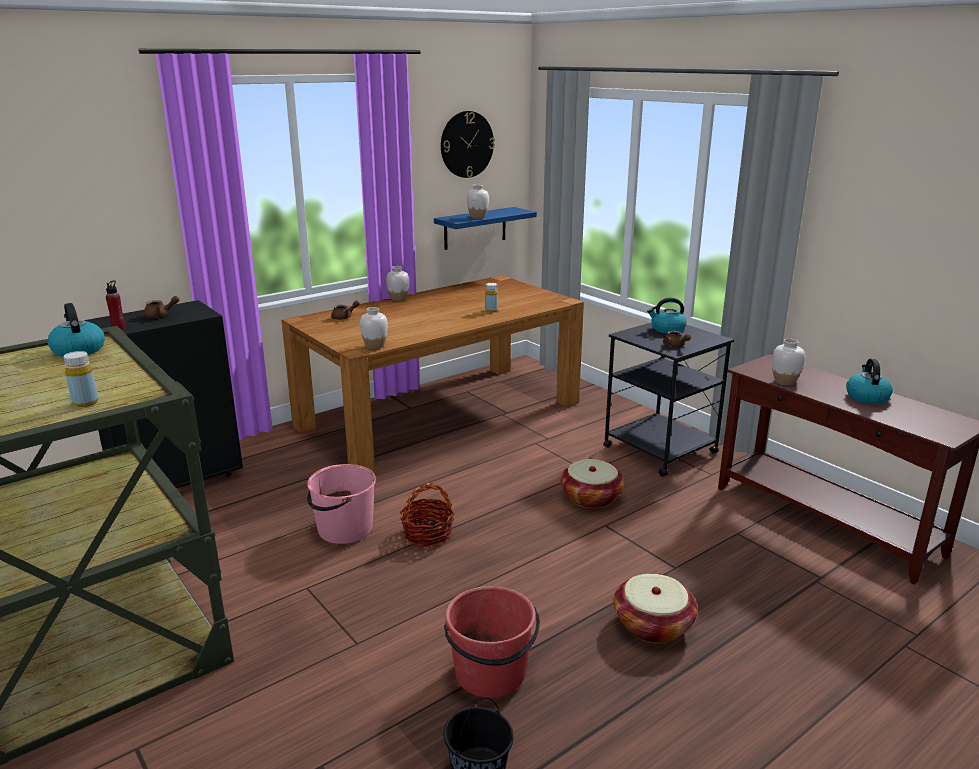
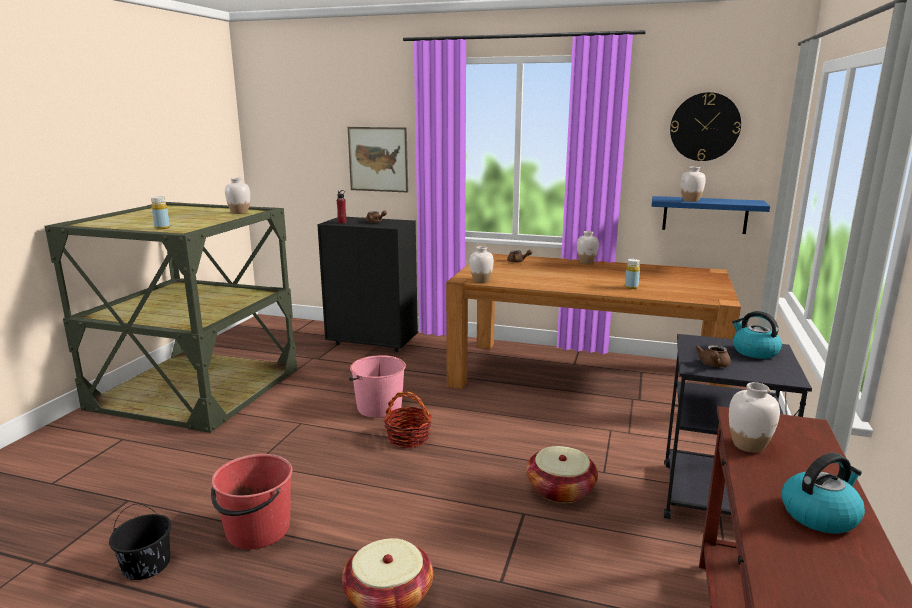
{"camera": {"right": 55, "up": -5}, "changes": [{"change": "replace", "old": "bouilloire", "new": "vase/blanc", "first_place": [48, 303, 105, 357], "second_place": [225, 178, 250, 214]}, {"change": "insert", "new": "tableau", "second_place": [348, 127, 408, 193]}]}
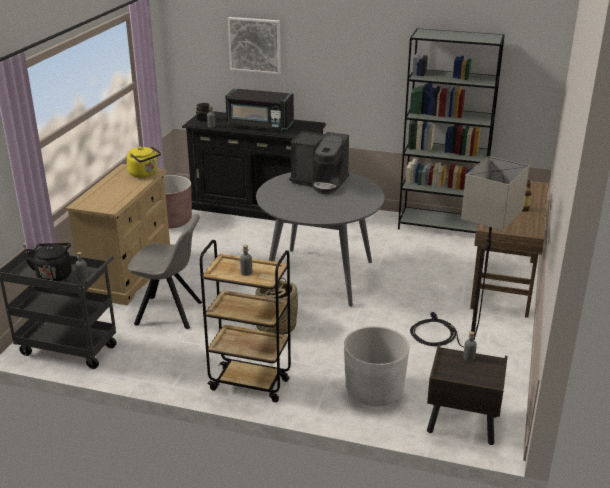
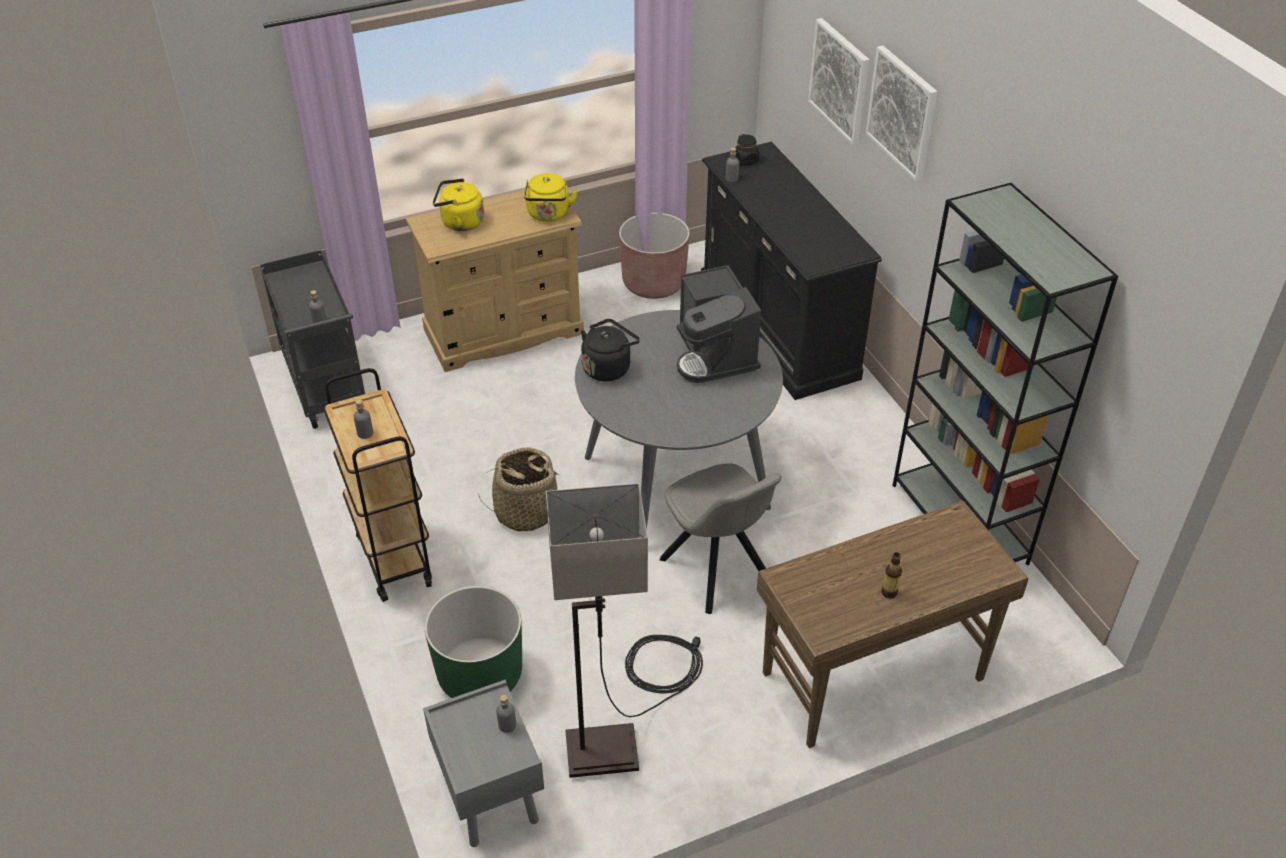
{"camera": {"right": 50, "up": 15}, "changes": [{"change": "recolor", "old": "table de chevet/marron", "new": "table de chevet/gris", "first_place": [427, 344, 508, 445], "second_place": [423, 679, 544, 847]}, {"change": "recolor", "old": "cache-pot/blanc", "new": "cache-pot/vert", "first_place": [344, 326, 409, 406], "second_place": [425, 586, 522, 698]}, {"change": "insert", "new": "bouilloire/jaune", "second_place": [433, 178, 484, 231]}, {"change": "move", "old": "bouilloire/noir", "first_place": [26, 243, 72, 282], "second_place": [581, 319, 640, 381]}, {"change": "move", "old": "chaise/gris", "first_place": [128, 214, 202, 329], "second_place": [660, 464, 782, 614]}, {"change": "insert", "new": "tableau", "second_place": [865, 46, 937, 182]}, {"change": "delete", "old": "micro-ondes/noir", "first_place": [225, 88, 294, 130]}]}
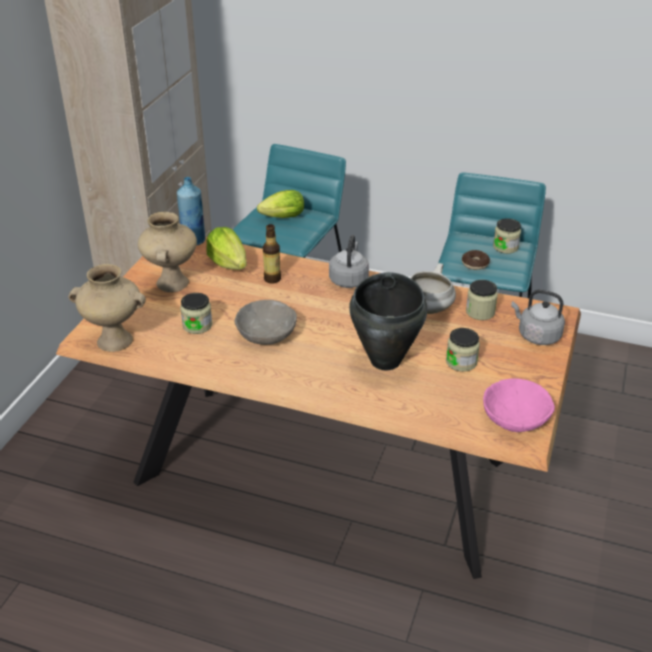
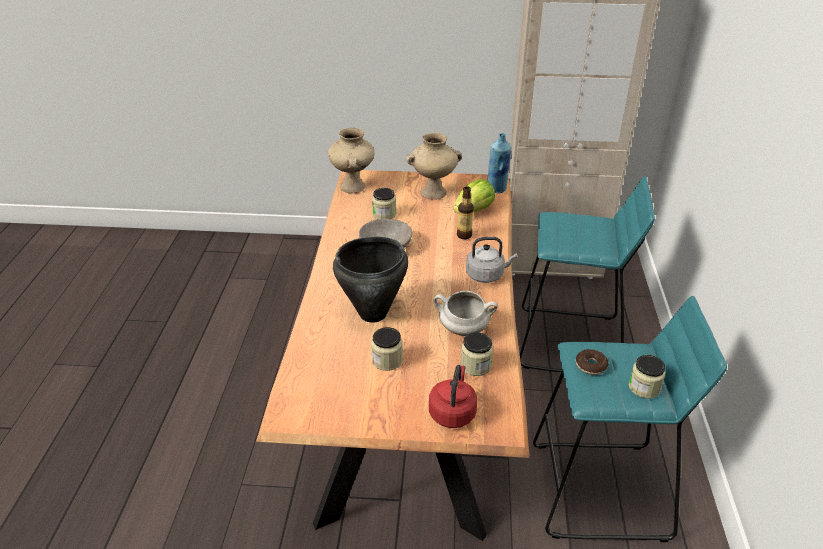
{"camera": {"right": 75, "up": 0}, "changes": [{"change": "recolor", "old": "bouilloire/gris", "new": "bouilloire/rouge", "first_place": [511, 289, 565, 345], "second_place": [429, 365, 477, 428]}, {"change": "delete", "old": "laitue", "first_place": [257, 190, 304, 218]}, {"change": "delete", "old": "bol/rose", "first_place": [483, 378, 555, 432]}]}
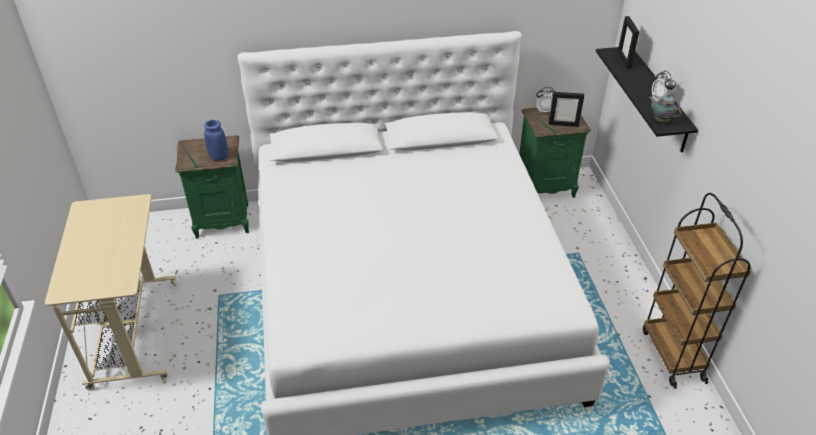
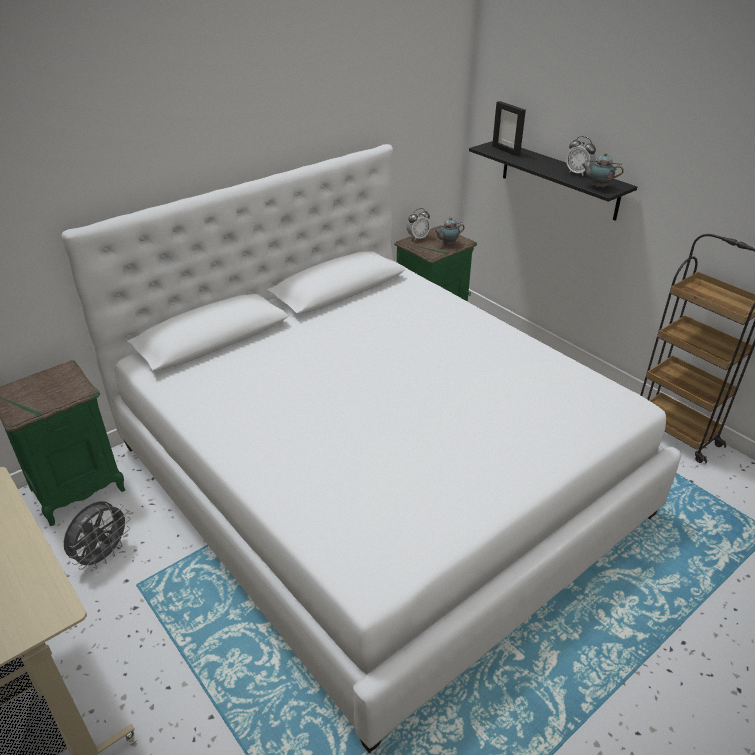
{"camera": {"right": -30, "up": -5}, "changes": [{"change": "insert", "new": "ventilateur/gris", "second_place": [64, 501, 130, 570]}, {"change": "replace", "old": "cadre photo", "new": "théière", "first_place": [549, 92, 584, 127], "second_place": [434, 217, 465, 245]}, {"change": "delete", "old": "vase/bleu", "first_place": [204, 120, 228, 161]}]}
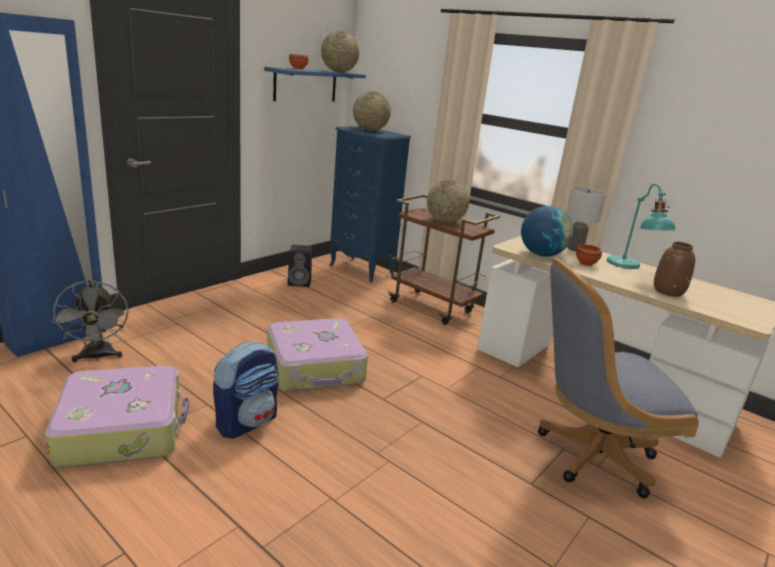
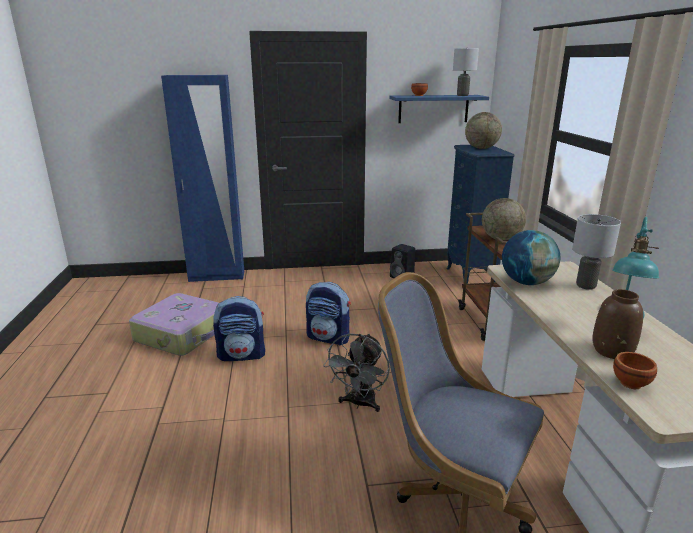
{"camera": {"right": 45, "up": 0}, "changes": [{"change": "replace", "old": "valise", "new": "sac à dos", "first_place": [267, 318, 368, 392], "second_place": [306, 282, 351, 346]}, {"change": "move", "old": "ventilateur/gris", "first_place": [52, 280, 128, 362], "second_place": [323, 333, 390, 412]}, {"change": "replace", "old": "globe", "new": "lampe de table/blanc", "first_place": [321, 31, 360, 72], "second_place": [453, 48, 479, 96]}, {"change": "move", "old": "bol/marron", "first_place": [576, 244, 602, 266], "second_place": [613, 352, 657, 389]}]}
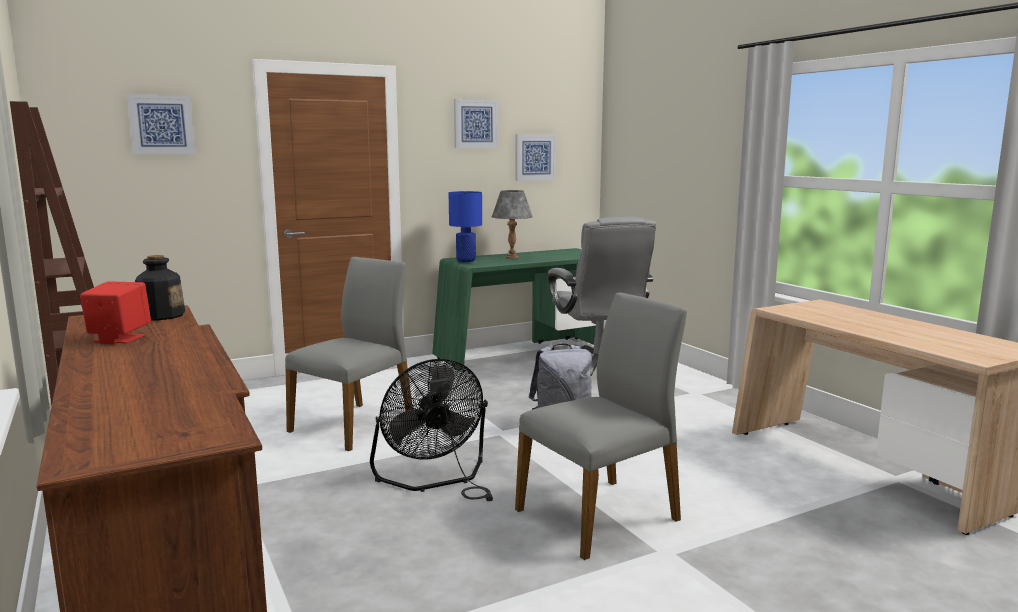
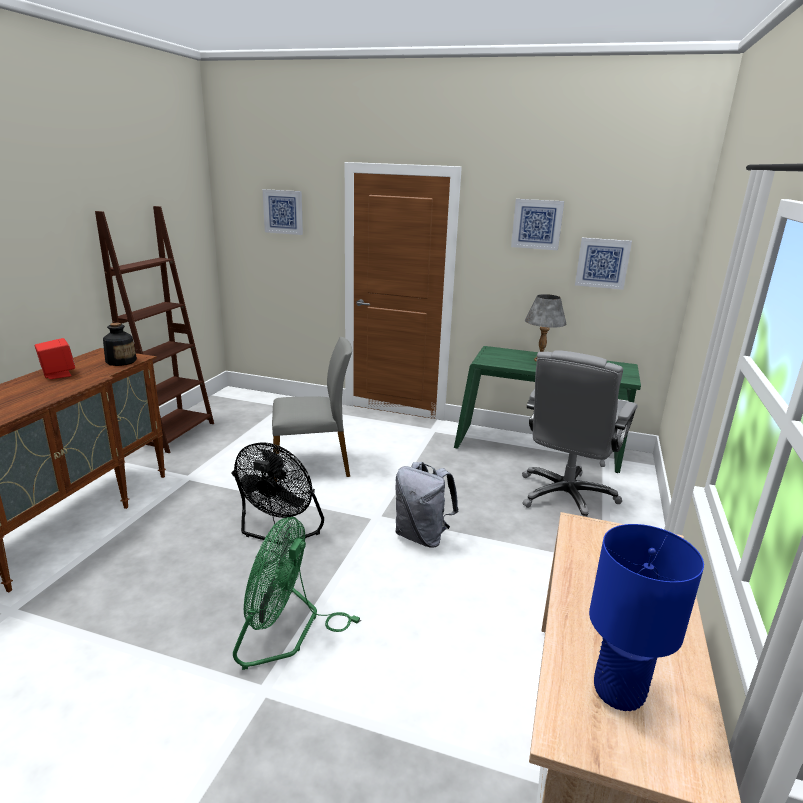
{"camera": {"right": 45, "up": 10}, "changes": [{"change": "replace", "old": "chaise/gris", "new": "ventilateur/vert", "first_place": [515, 293, 687, 560], "second_place": [233, 517, 360, 670]}, {"change": "move", "old": "lampe de table/bleu", "first_place": [449, 191, 482, 262], "second_place": [589, 524, 704, 711]}]}
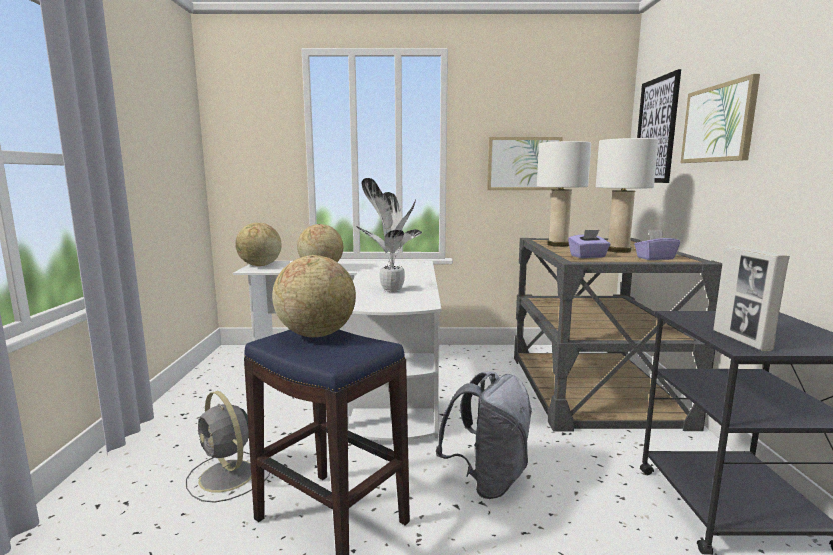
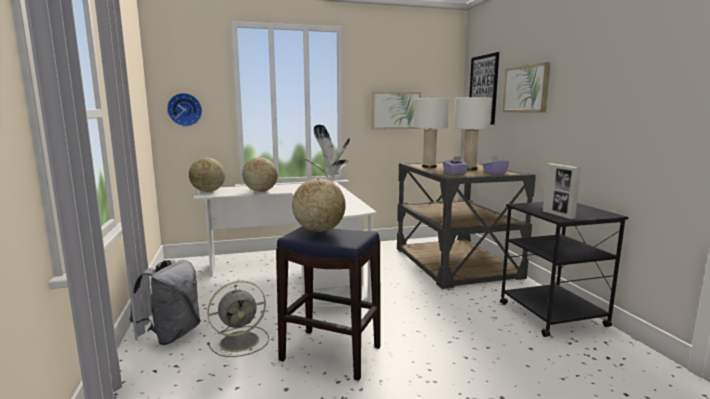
{"camera": {"right": -15, "up": 0}, "changes": [{"change": "move", "old": "sac à dos/gris", "first_place": [436, 371, 532, 499], "second_place": [129, 260, 201, 345]}, {"change": "insert", "new": "horloge murale", "second_place": [167, 93, 202, 127]}, {"change": "rotate", "old": "ventilateur/gris", "first_place": [186, 391, 270, 503], "second_place": [207, 281, 269, 357], "degrees": -60}]}
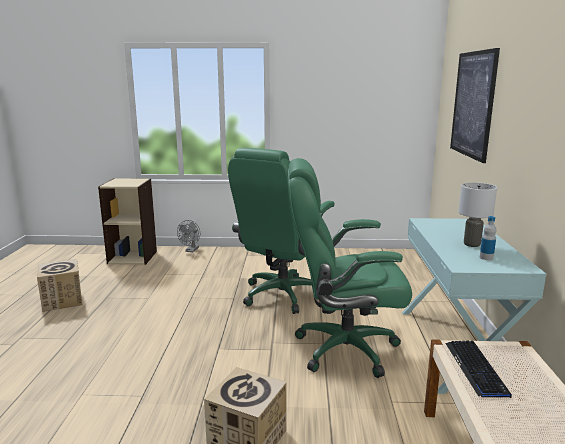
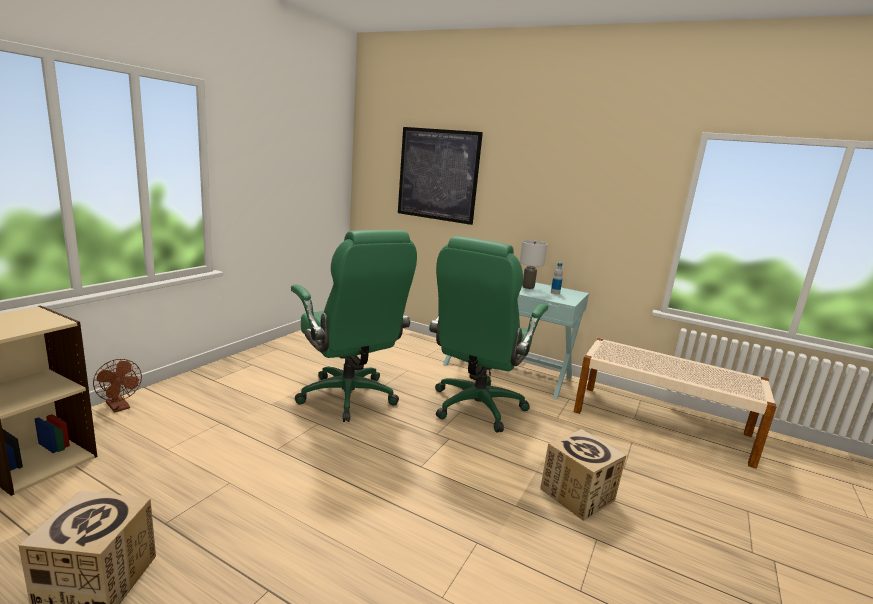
{"camera": {"right": -65, "up": 0}, "changes": [{"change": "recolor", "old": "ventilateur/gris", "new": "ventilateur/marron", "first_place": [177, 220, 200, 252], "second_place": [93, 359, 142, 413]}, {"change": "delete", "old": "clavier", "first_place": [445, 341, 512, 398]}]}
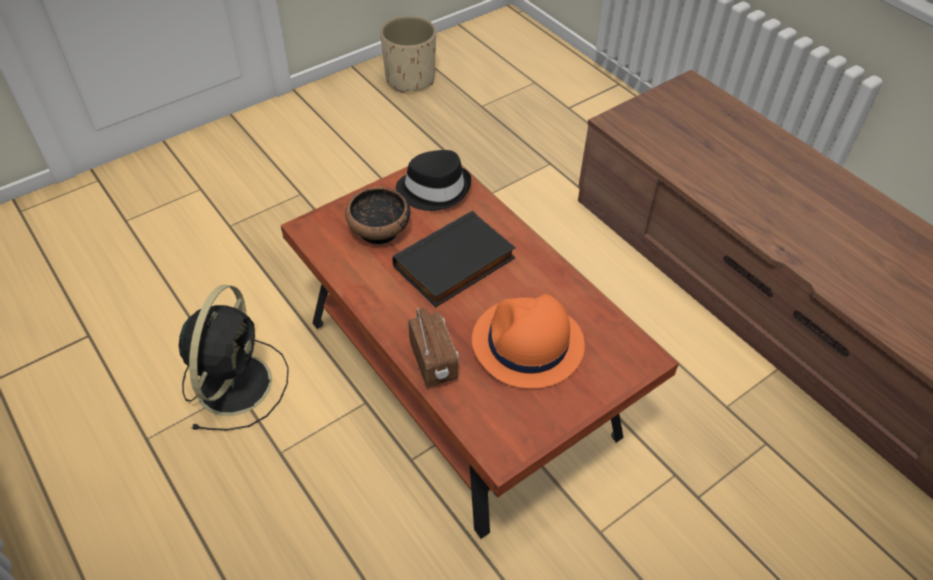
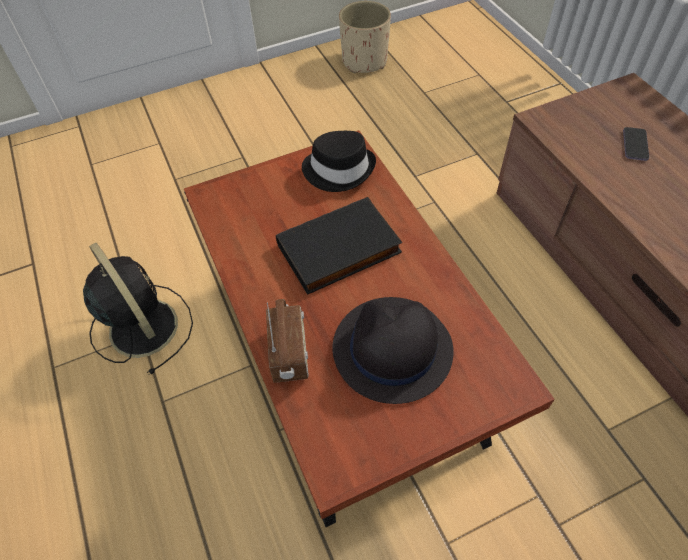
{"camera": {"right": 15, "up": 5}, "changes": [{"change": "rotate", "old": "ventilateur/noir", "first_place": [179, 285, 289, 431], "second_place": [83, 243, 193, 375], "degrees": -60}, {"change": "recolor", "old": "chapeau/orange", "new": "chapeau/noir", "first_place": [472, 294, 585, 389], "second_place": [332, 297, 454, 404]}, {"change": "insert", "new": "téléphone", "second_place": [623, 127, 649, 161]}, {"change": "delete", "old": "bol", "first_place": [345, 187, 410, 245]}]}
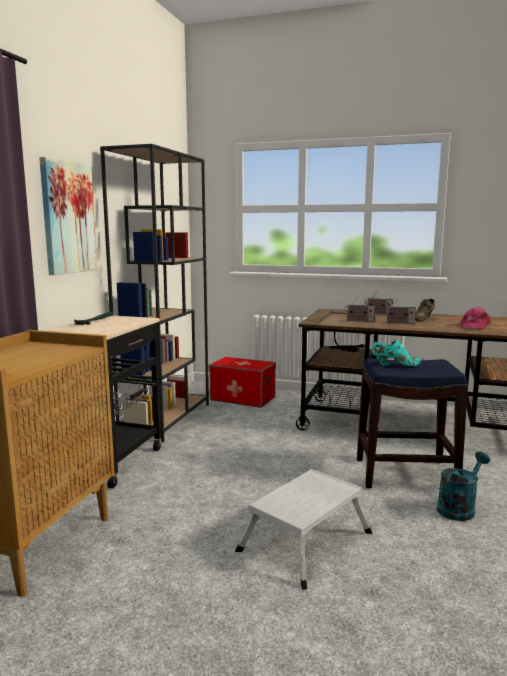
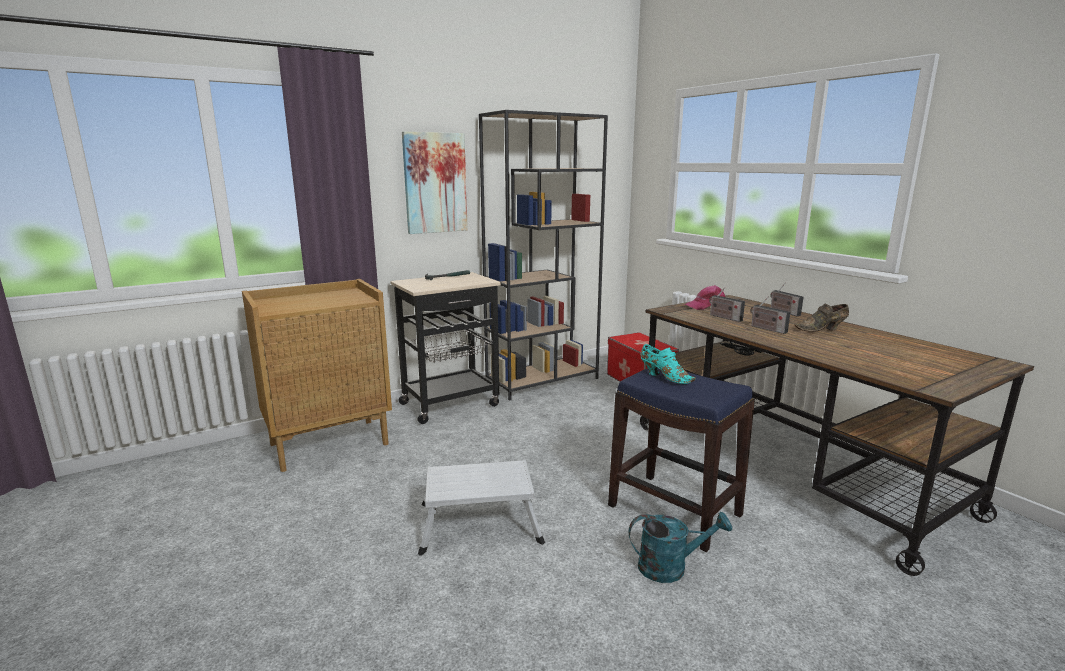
{"camera": {"right": 40, "up": 5}, "changes": [{"change": "move", "old": "casquette/rose", "first_place": [461, 307, 491, 330], "second_place": [683, 285, 725, 310]}]}
